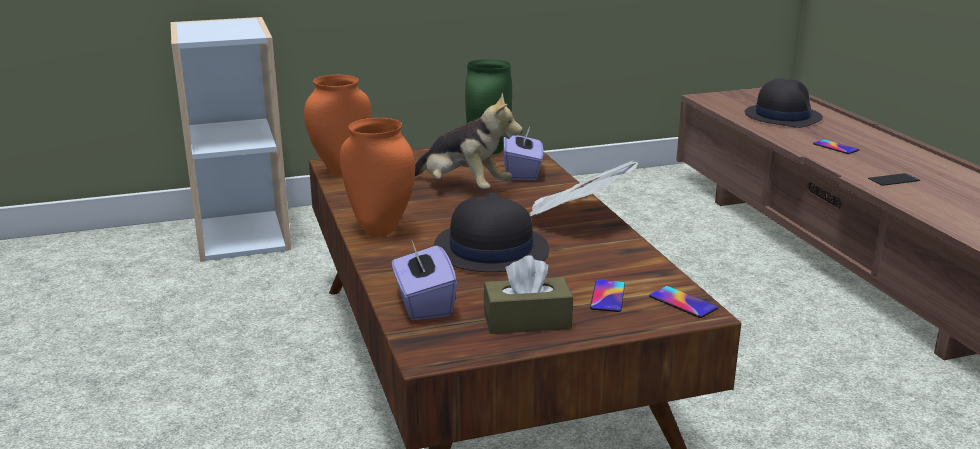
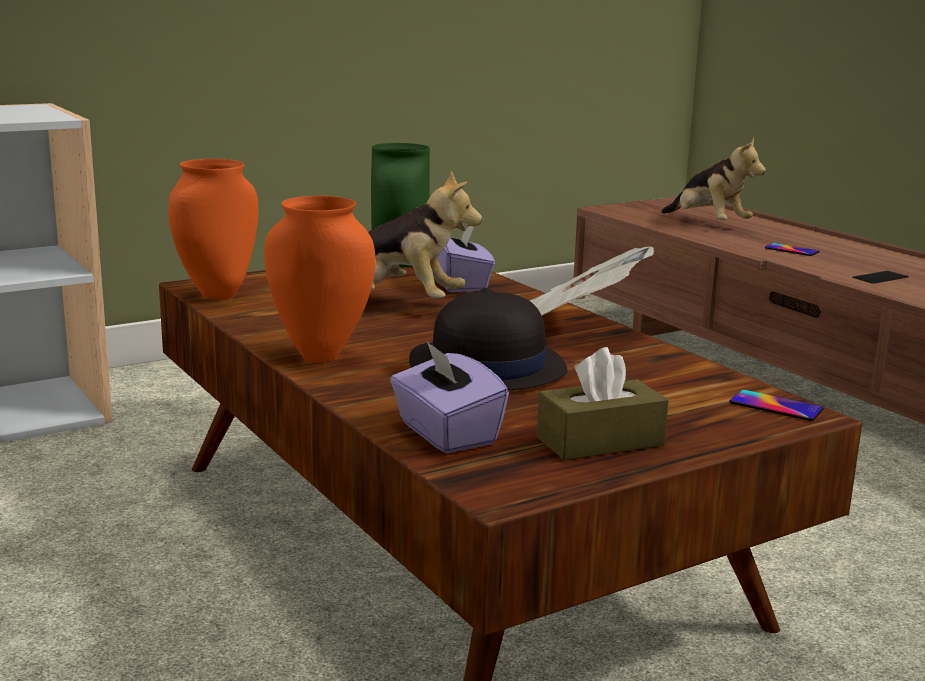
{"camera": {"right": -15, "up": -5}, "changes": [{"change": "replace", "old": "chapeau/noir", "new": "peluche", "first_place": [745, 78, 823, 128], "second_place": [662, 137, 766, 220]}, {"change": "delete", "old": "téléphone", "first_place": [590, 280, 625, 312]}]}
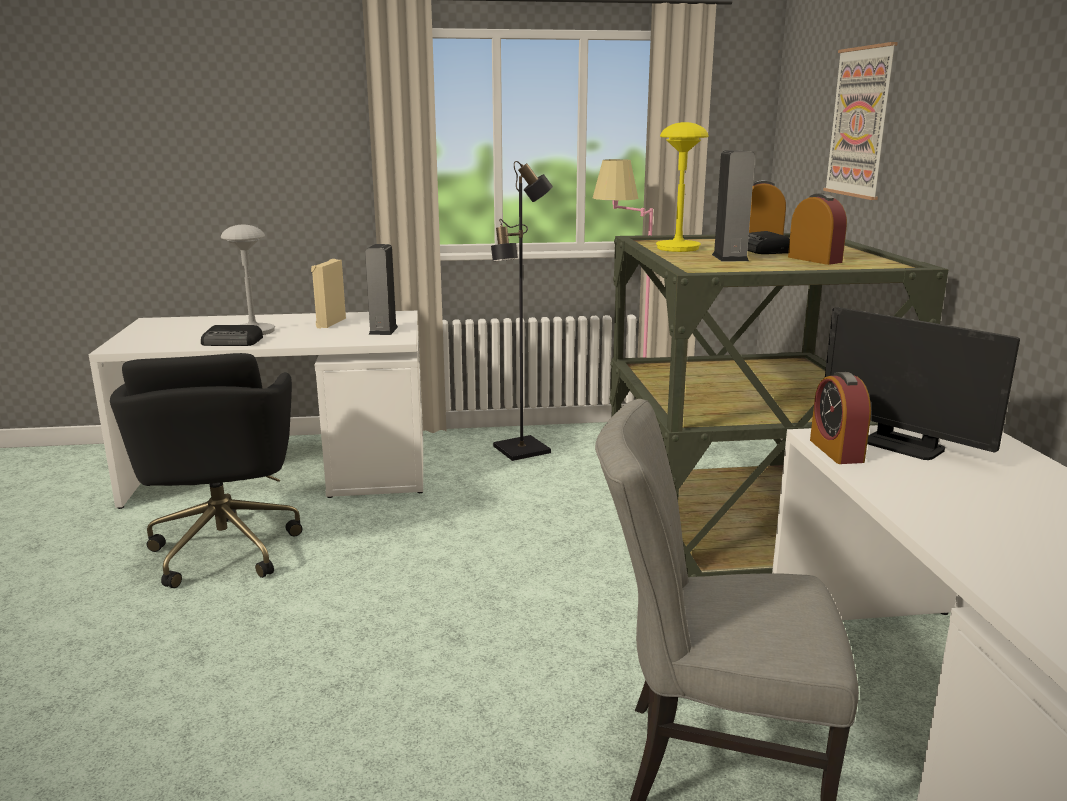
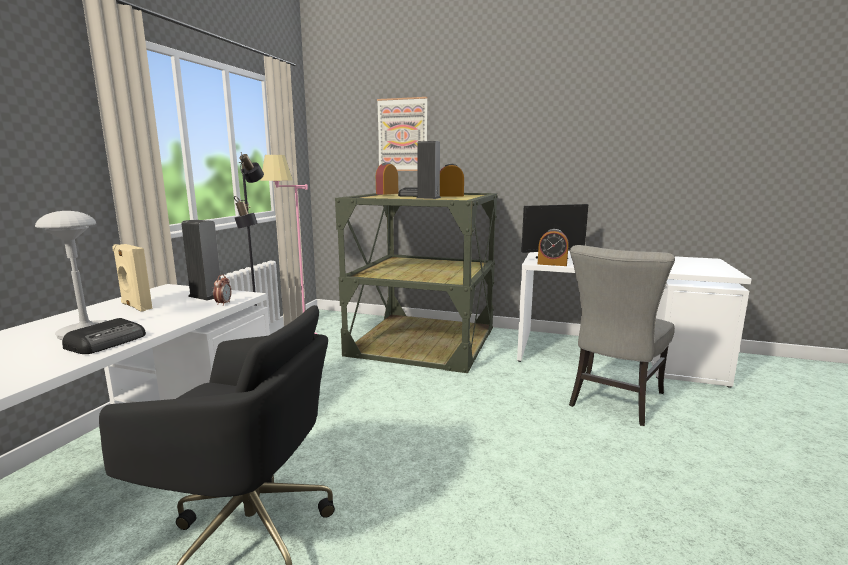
{"camera": {"right": -65, "up": -5}, "changes": [{"change": "insert", "new": "réveil", "second_place": [213, 275, 231, 306]}, {"change": "delete", "old": "lampe de table/jaune", "first_place": [656, 122, 709, 252]}]}
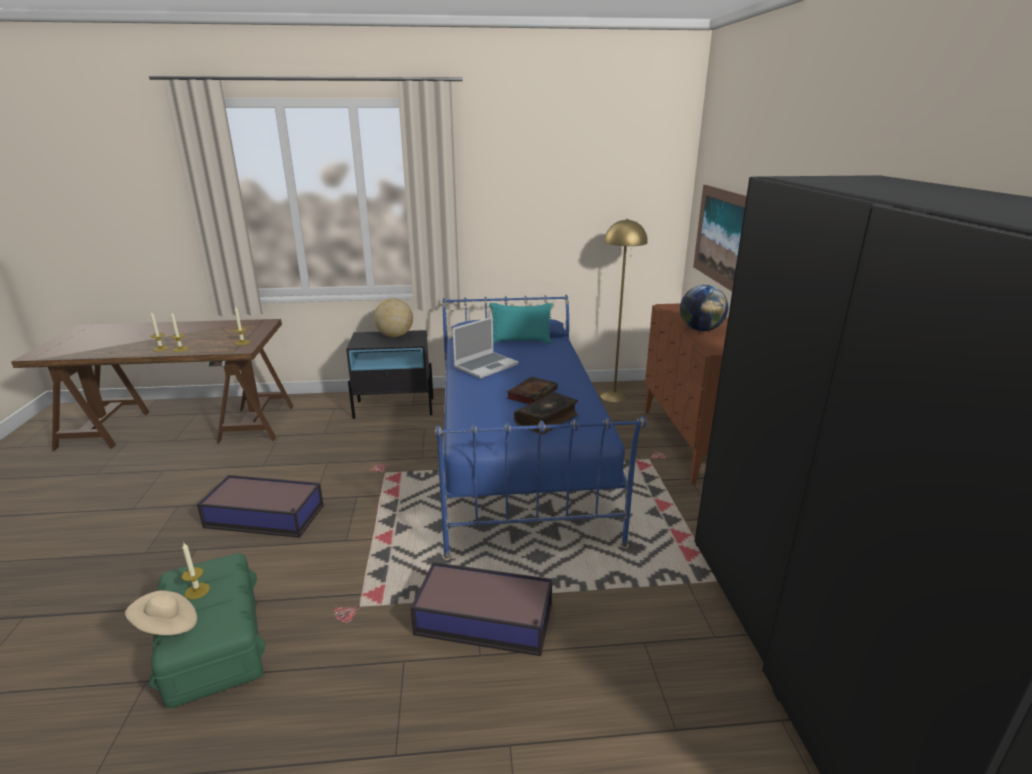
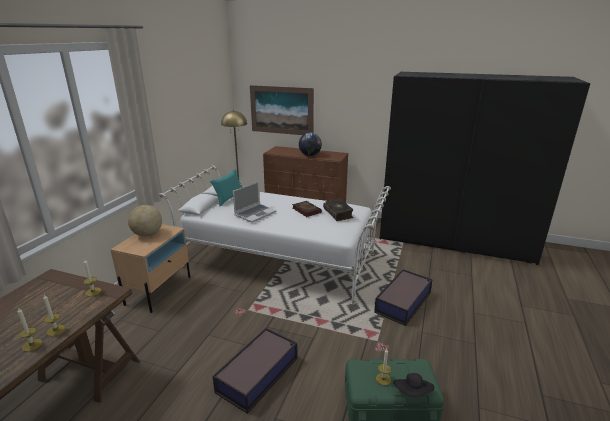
{"camera": {"right": -65, "up": 0}, "changes": [{"change": "recolor", "old": "table de chevet/noir", "new": "table de chevet/beige", "first_place": [346, 330, 433, 419], "second_place": [110, 224, 190, 313]}, {"change": "recolor", "old": "lit/bleu", "new": "lit/blanc", "first_place": [435, 295, 647, 561], "second_place": [159, 165, 391, 305]}, {"change": "rotate", "old": "ordinateur portable", "first_place": [452, 317, 519, 379], "second_place": [233, 182, 276, 223], "degrees": 60}, {"change": "recolor", "old": "chapeau/beige", "new": "chapeau/noir", "first_place": [125, 590, 197, 635], "second_place": [393, 373, 435, 397]}]}
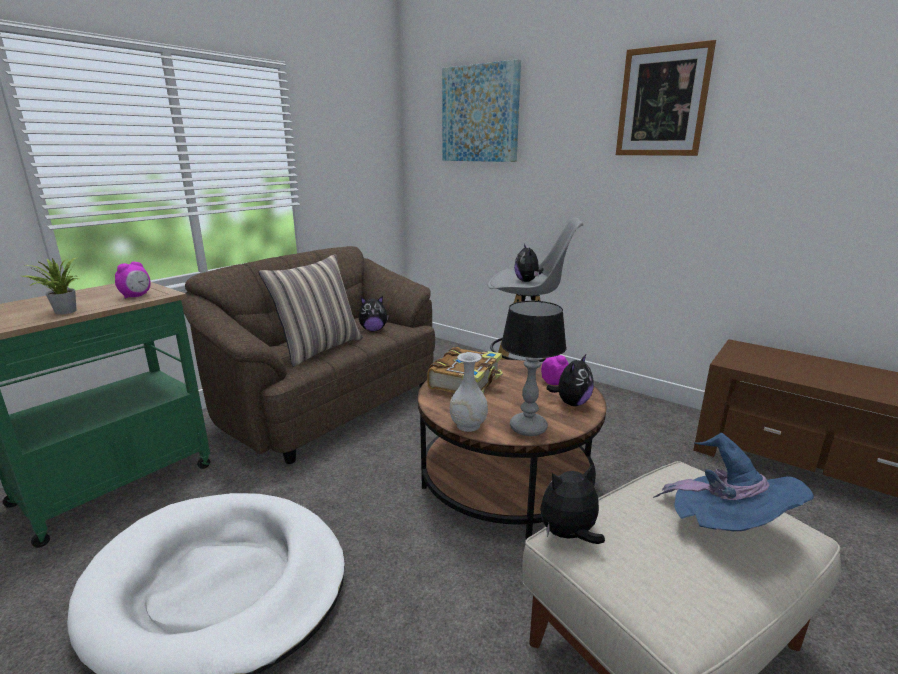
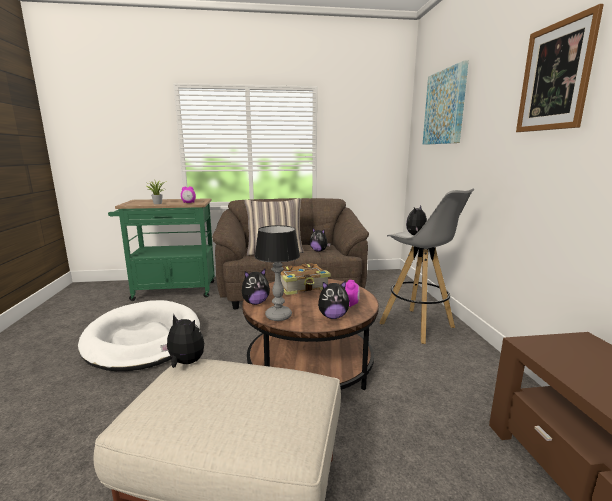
{"camera": {"right": 45, "up": -5}, "changes": [{"change": "replace", "old": "vase/blanc", "new": "peluche", "first_place": [450, 352, 488, 432], "second_place": [242, 269, 270, 305]}, {"change": "delete", "old": "chapeau/bleu", "first_place": [653, 433, 814, 531]}]}
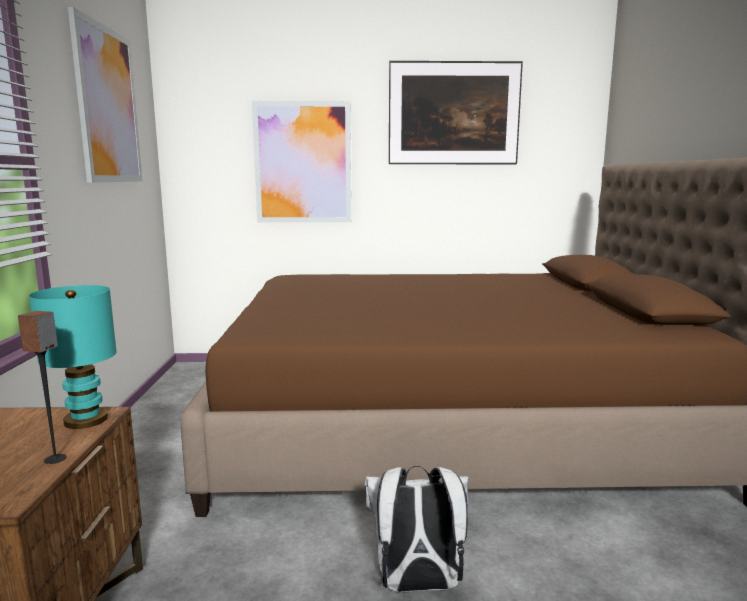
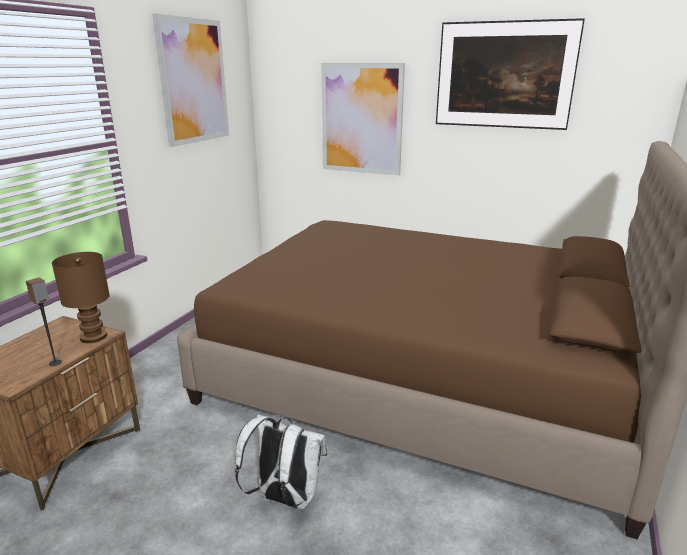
{"camera": {"right": 25, "up": 10}, "changes": [{"change": "recolor", "old": "lampe de table/turquoise", "new": "lampe de table/marron", "first_place": [29, 285, 117, 429], "second_place": [52, 252, 110, 343]}]}
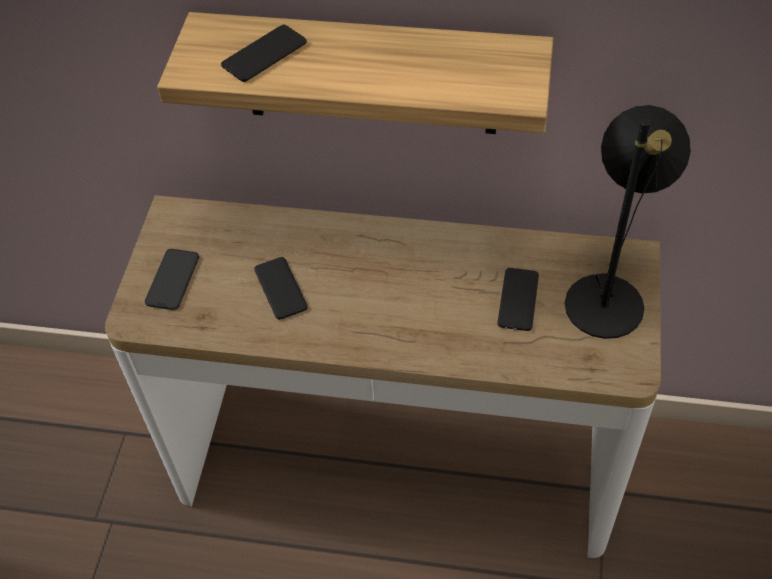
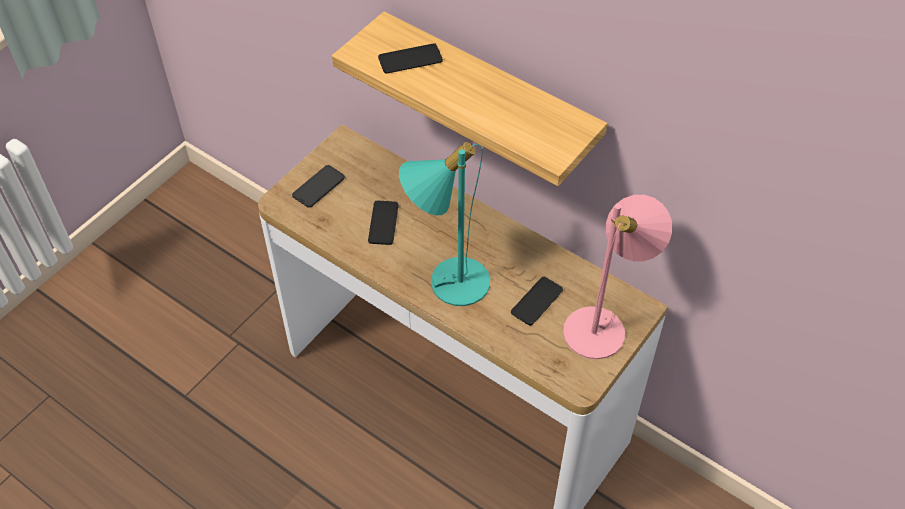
{"camera": {"right": 25, "up": 0}, "changes": [{"change": "insert", "new": "lampe de table/turquoise", "second_place": [399, 142, 490, 306]}, {"change": "recolor", "old": "lampe de table/noir", "new": "lampe de table/rose", "first_place": [564, 105, 691, 339], "second_place": [563, 195, 672, 359]}]}
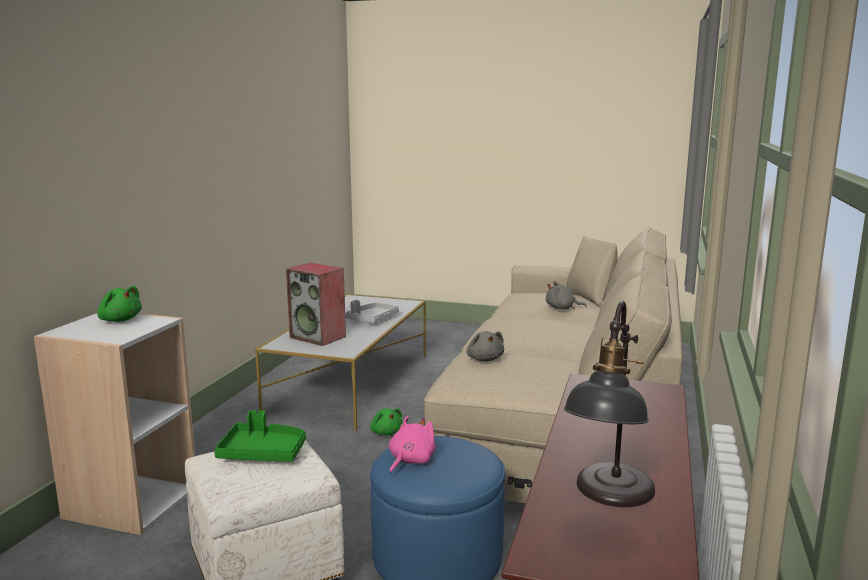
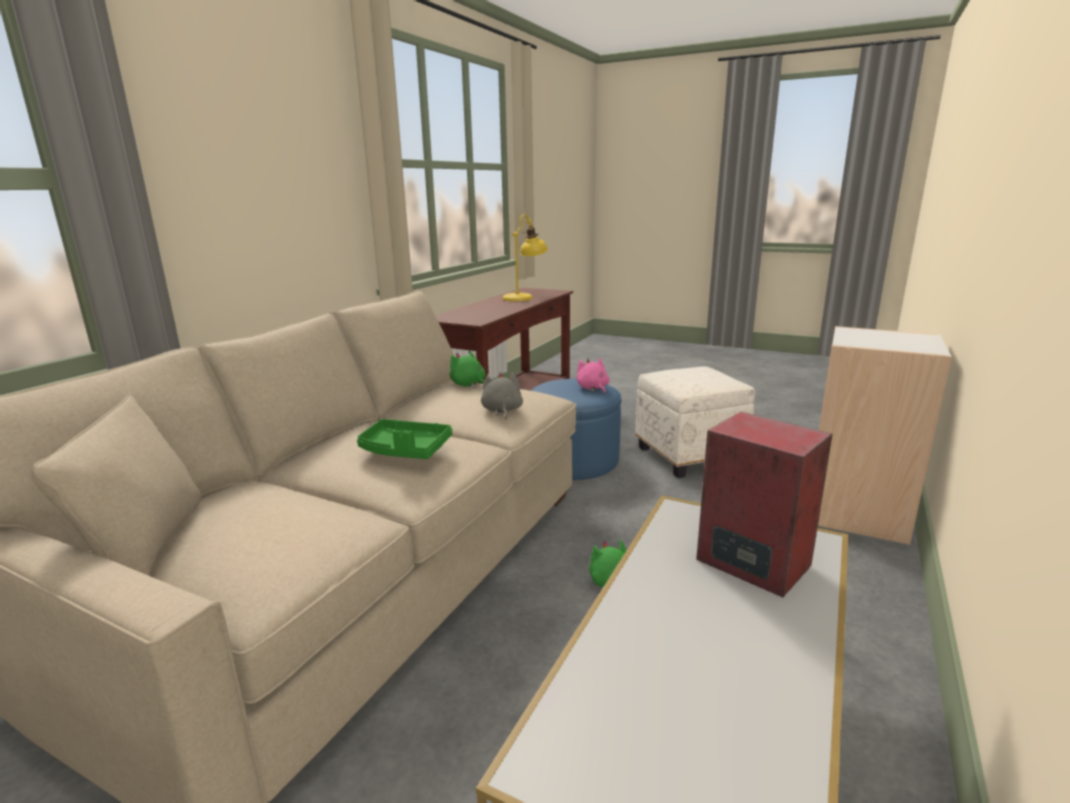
{"camera": {"right": -170, "up": 5}, "changes": [{"change": "move", "old": "plateau/vert", "first_place": [214, 410, 306, 462], "second_place": [357, 419, 452, 459]}, {"change": "move", "old": "peluche/vert", "first_place": [97, 286, 142, 322], "second_place": [449, 350, 486, 388]}, {"change": "recolor", "old": "lampe de table/gris", "new": "lampe de table/jaune", "first_place": [564, 301, 655, 507], "second_place": [503, 214, 548, 301]}, {"change": "rotate", "old": "peluche/rose", "first_place": [389, 416, 436, 474], "second_place": [576, 358, 609, 394], "degrees": 120}, {"change": "delete", "old": "plateau/gris", "first_place": [345, 300, 399, 323]}, {"change": "delete", "old": "peluche/gris", "first_place": [546, 281, 587, 310]}]}
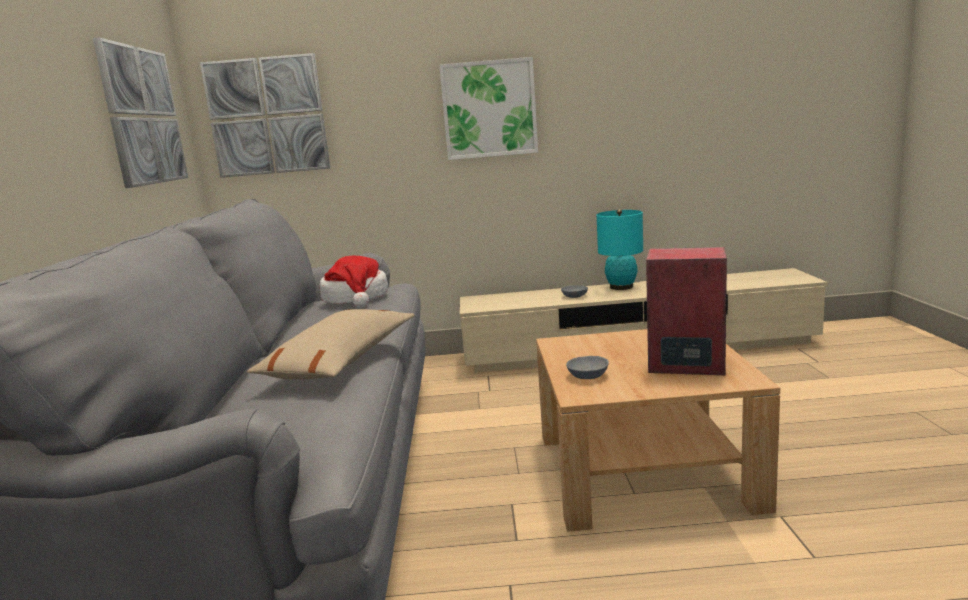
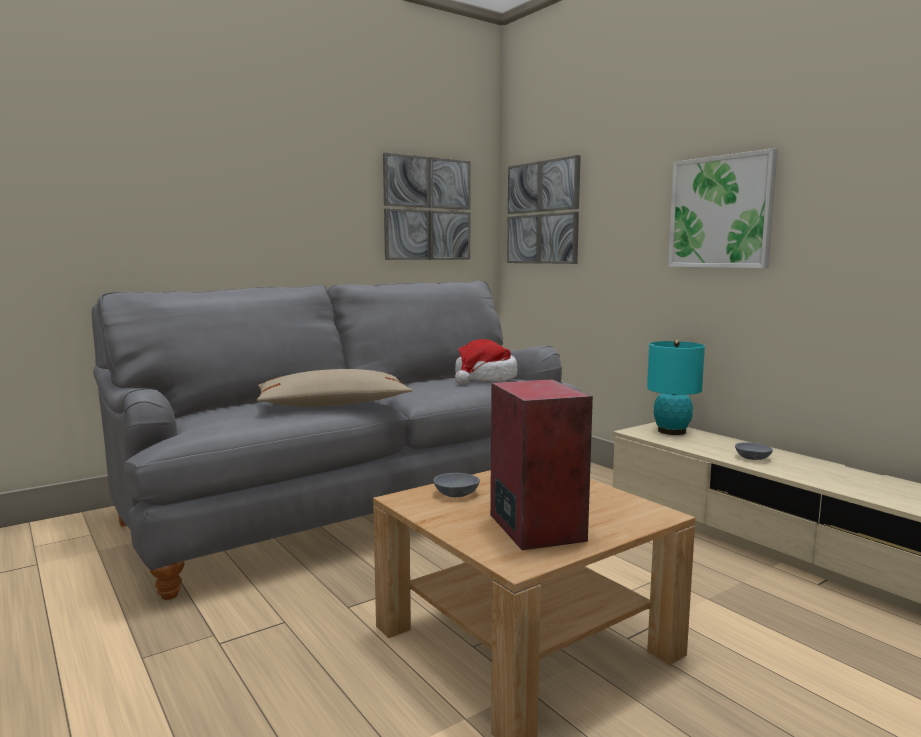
{"camera": {"right": 55, "up": -5}, "changes": [{"change": "move", "old": "lampe de table/turquoise", "first_place": [597, 209, 643, 290], "second_place": [647, 340, 705, 435]}]}
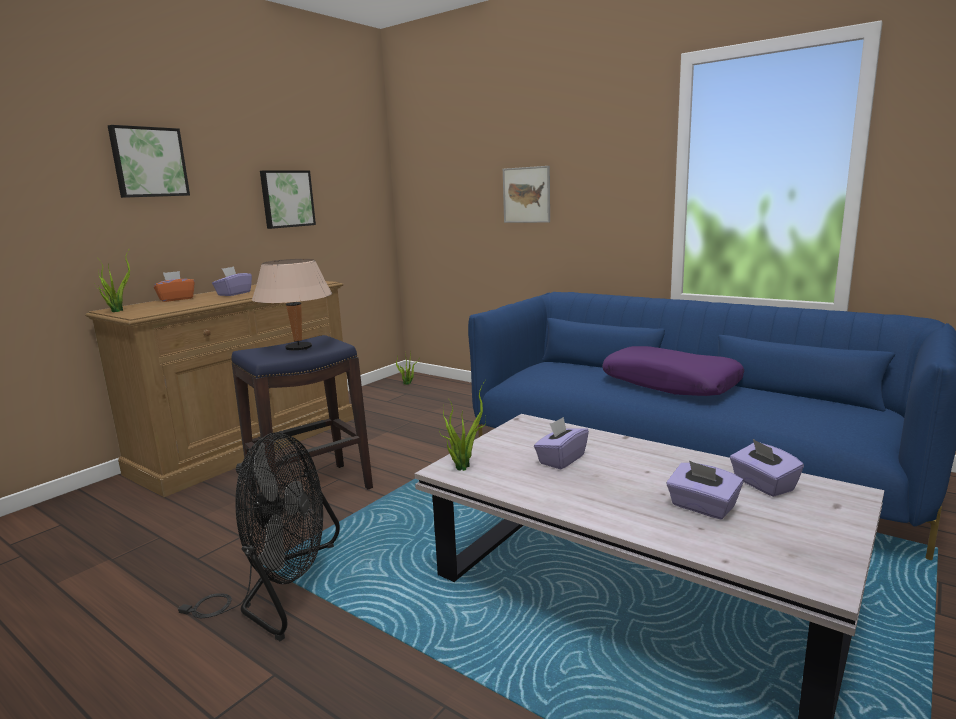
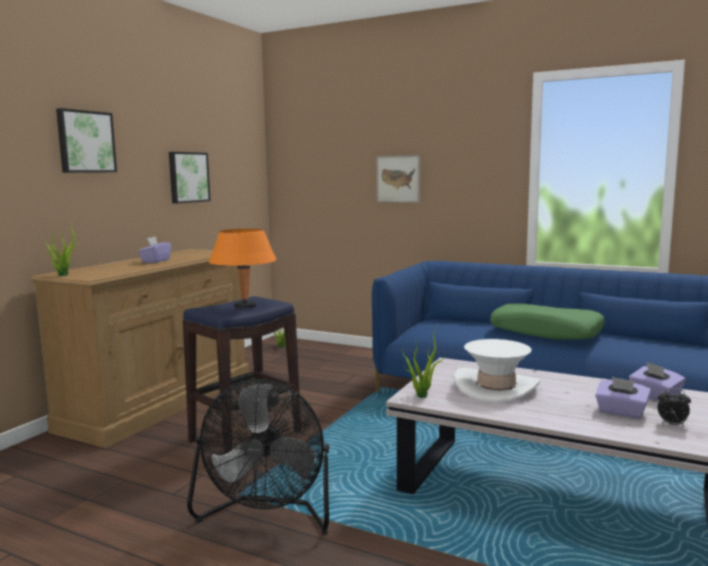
{"camera": {"right": -10, "up": -5}, "changes": [{"change": "rotate", "old": "ventilateur/noir", "first_place": [178, 432, 340, 641], "second_place": [187, 379, 329, 535], "degrees": 105}, {"change": "recolor", "old": "lampe de table/beige", "new": "lampe de table/orange", "first_place": [252, 259, 332, 350], "second_place": [209, 229, 277, 308]}, {"change": "replace", "old": "boîte à mouchoirs/violet", "new": "chapeau/blanc", "first_place": [534, 417, 589, 470], "second_place": [454, 339, 540, 402]}, {"change": "recolor", "old": "coussin/violet", "new": "coussin/vert", "first_place": [602, 346, 744, 396], "second_place": [490, 303, 605, 340]}, {"change": "insert", "new": "réveil", "second_place": [658, 388, 691, 426]}, {"change": "delete", "old": "boîte à mouchoirs/orange", "first_place": [153, 271, 195, 302]}]}
